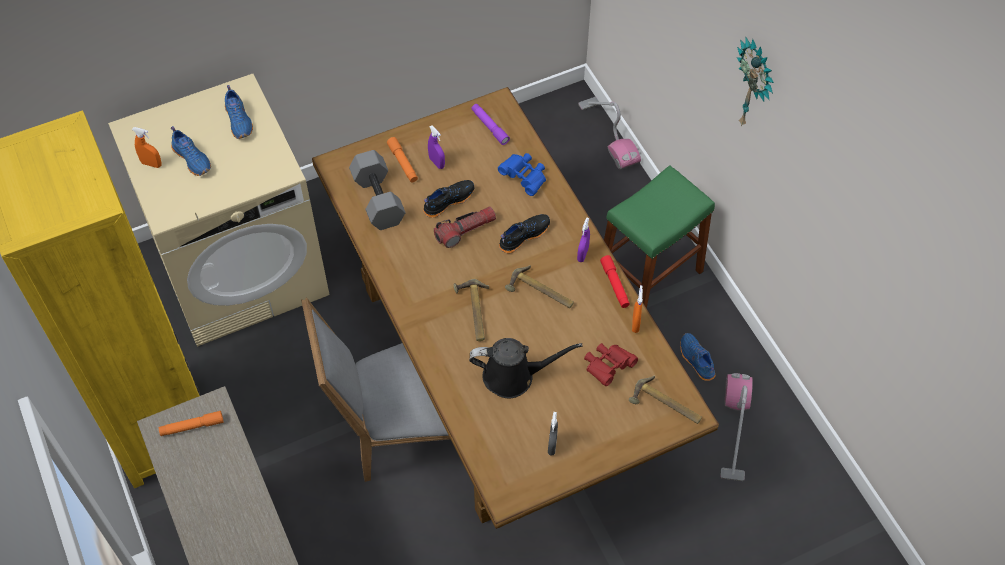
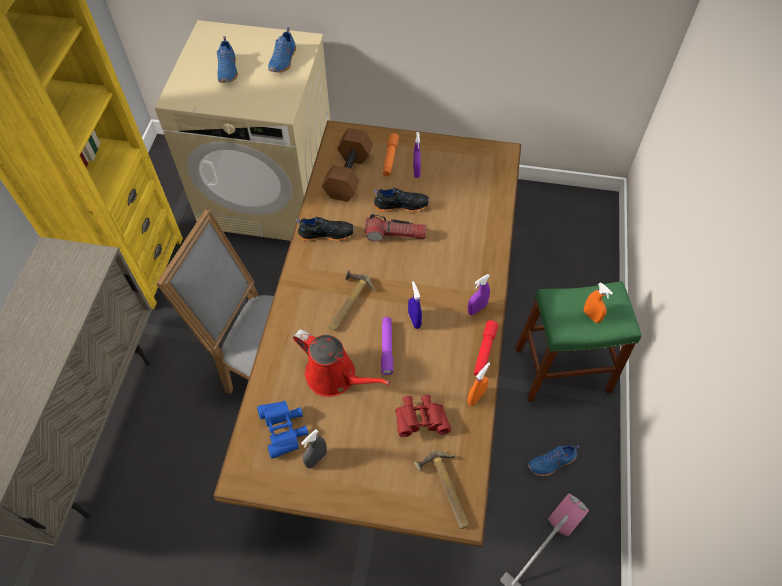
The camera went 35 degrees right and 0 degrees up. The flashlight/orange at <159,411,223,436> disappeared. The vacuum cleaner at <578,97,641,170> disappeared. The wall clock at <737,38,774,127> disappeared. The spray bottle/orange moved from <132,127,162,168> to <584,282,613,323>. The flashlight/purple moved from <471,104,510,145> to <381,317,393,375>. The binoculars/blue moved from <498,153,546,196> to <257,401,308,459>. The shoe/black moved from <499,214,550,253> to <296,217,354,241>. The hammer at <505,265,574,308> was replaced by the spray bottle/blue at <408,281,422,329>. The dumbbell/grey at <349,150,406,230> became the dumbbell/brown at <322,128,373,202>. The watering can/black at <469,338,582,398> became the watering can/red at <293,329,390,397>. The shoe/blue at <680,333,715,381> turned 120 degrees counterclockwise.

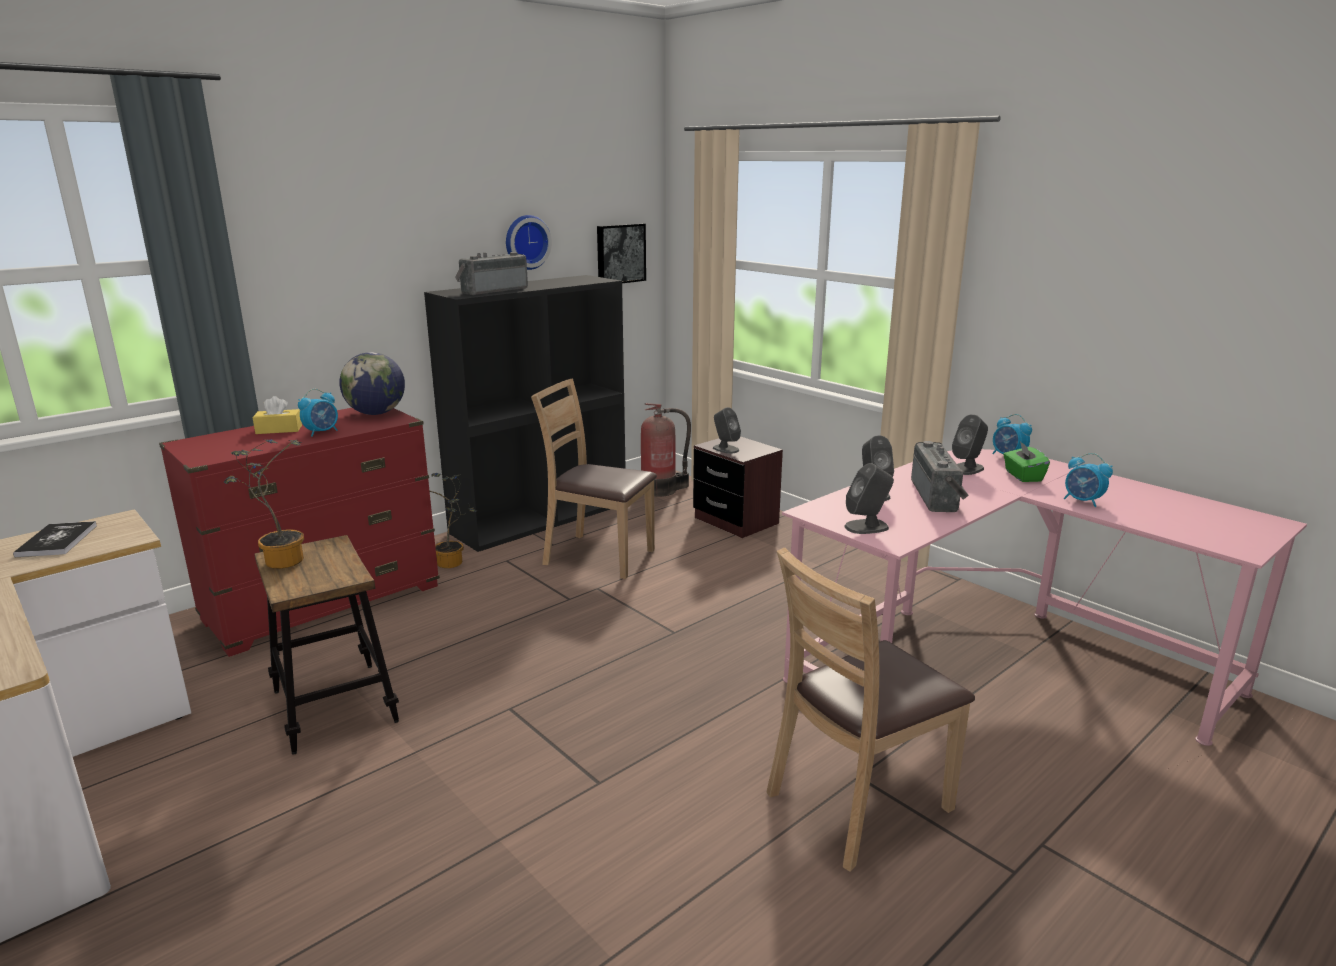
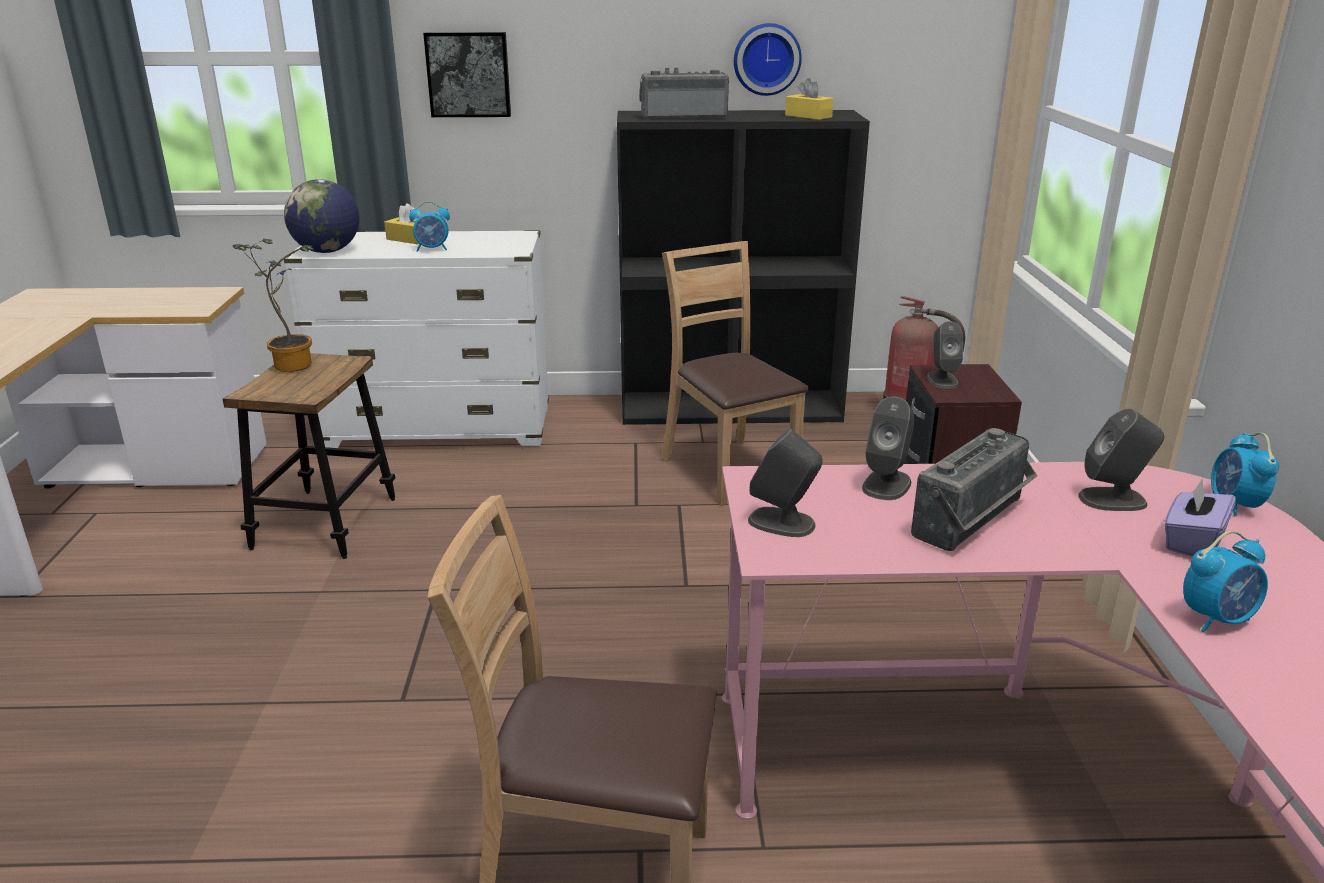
The camera went 40 degrees right and 5 degrees up. The book at <13,521,97,557> disappeared. The potted plant at <430,473,477,568> disappeared. The tissue box/yellow at <785,78,834,120> appeared. The globe moved from <339,352,405,415> to <284,179,359,253>. The picture moved from <597,223,646,283> to <423,32,511,117>. The dresser/red at <159,408,440,657> became the dresser/white at <284,230,549,448>. The tissue box/green at <1003,441,1050,482> became the tissue box/purple at <1164,479,1235,557>. The alarm clock at <1064,453,1113,507> turned 105 degrees counterclockwise.

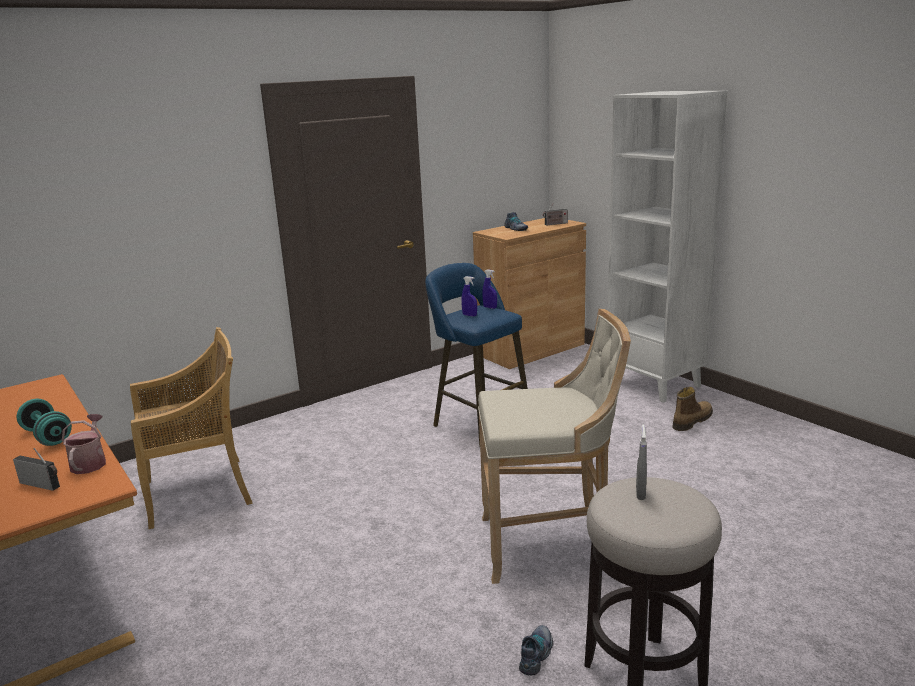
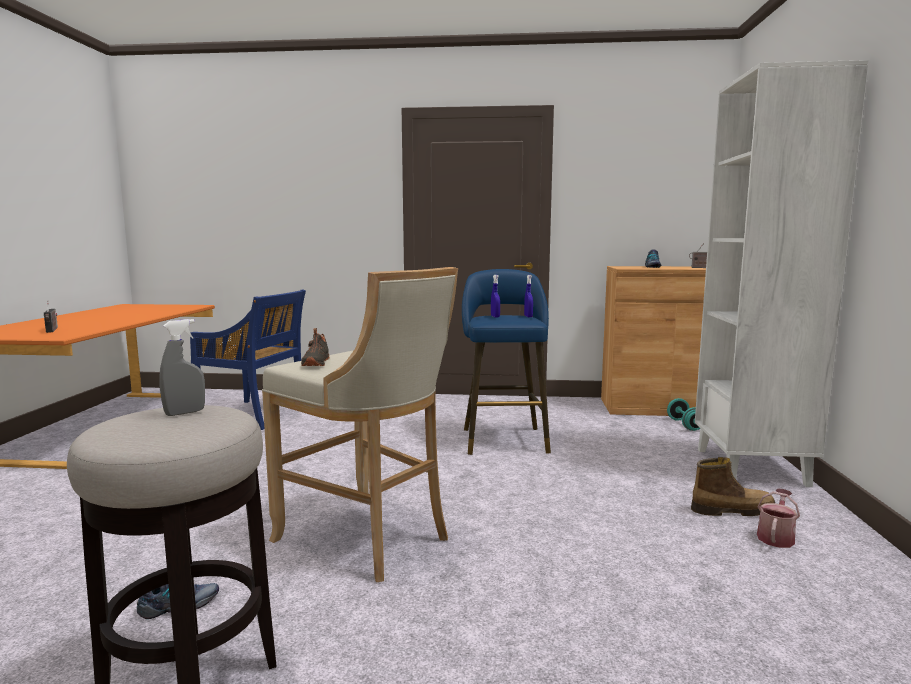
The camera went 40 degrees right and 10 degrees down. The shoe/black at <301,328,330,366> appeared. The dumbbell/turquoise moved from <17,399,72,446> to <667,398,700,431>. The watering can moved from <62,414,106,474> to <757,489,800,548>. The chair/beige at <130,327,253,529> became the chair/blue at <190,289,306,430>.

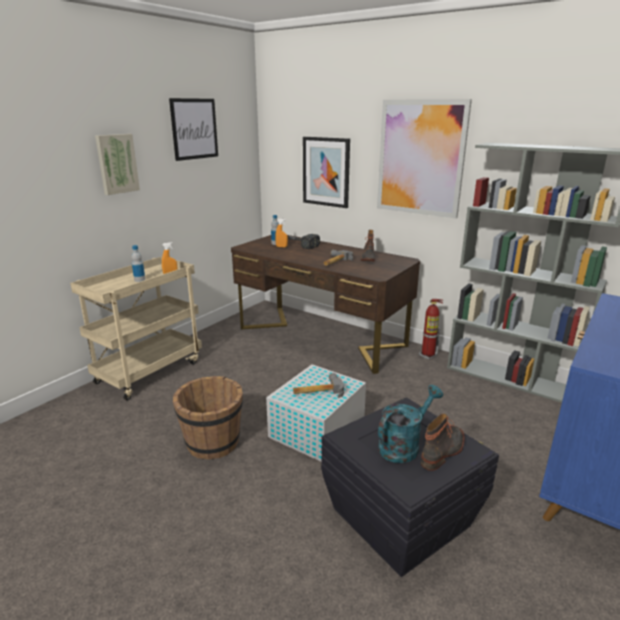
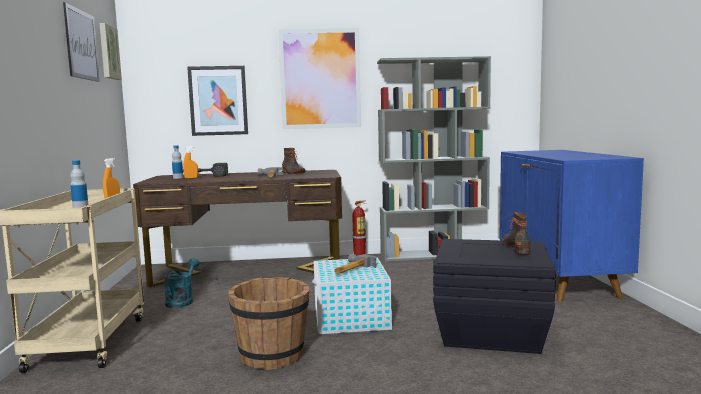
The camera went 40 degrees left and 15 degrees down. The picture moved from <95,134,140,195> to <100,23,122,80>. The watering can/turquoise moved from <378,385,443,463> to <164,258,200,308>.

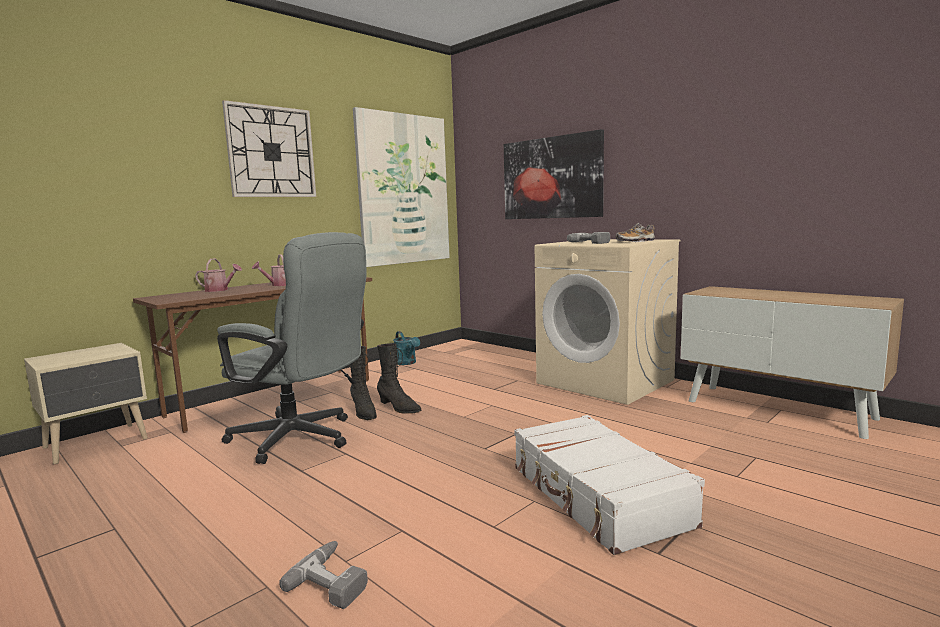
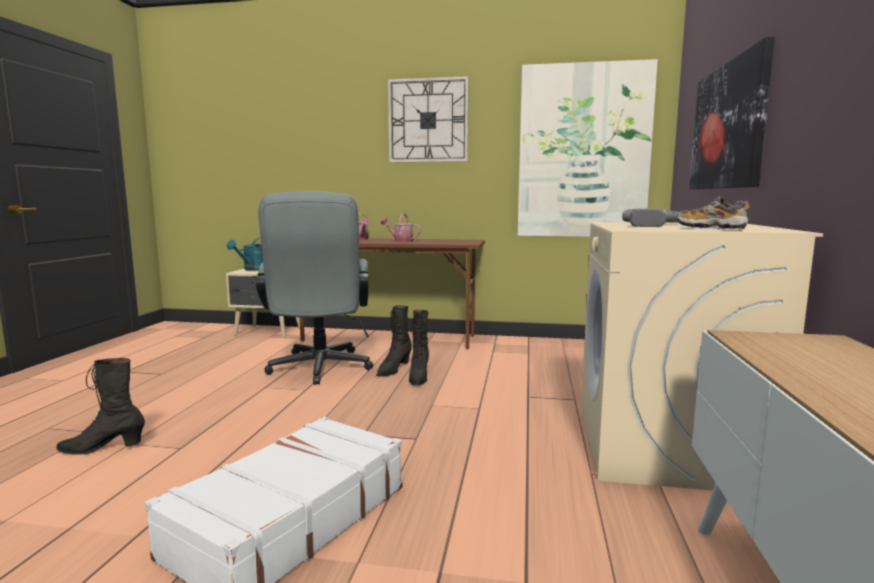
The camera went 55 degrees right and 0 degrees up. The watering can/turquoise moved from <393,331,420,365> to <227,238,263,271>. The power drill at <279,541,368,609> was replaced by the boot/black at <56,358,145,455>.

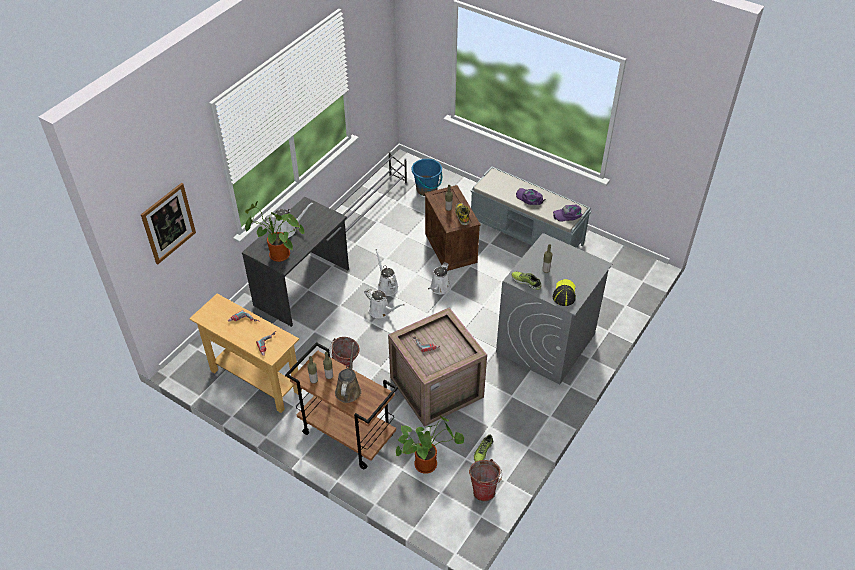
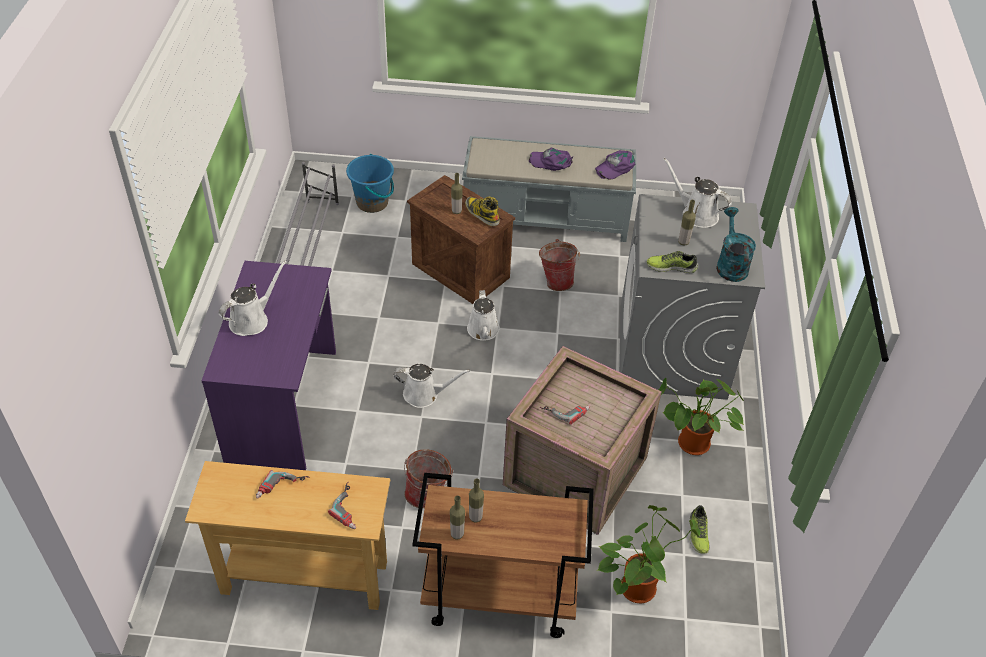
The camera went 30 degrees left and 0 degrees up. The picture at <141,183,196,264> disappeared. The watering can/brown at <335,342,361,403> disappeared. The potted plant moved from <245,201,305,262> to <659,378,744,455>. The watering can/white moved from <376,249,399,296> to <663,158,732,228>. The bucket moved from <469,459,502,501> to <539,239,580,291>. The cap at <553,279,576,306> was replaced by the watering can/turquoise at <716,207,756,282>. The desk/grey at <242,197,349,327> became the desk/purple at <201,261,336,470>.

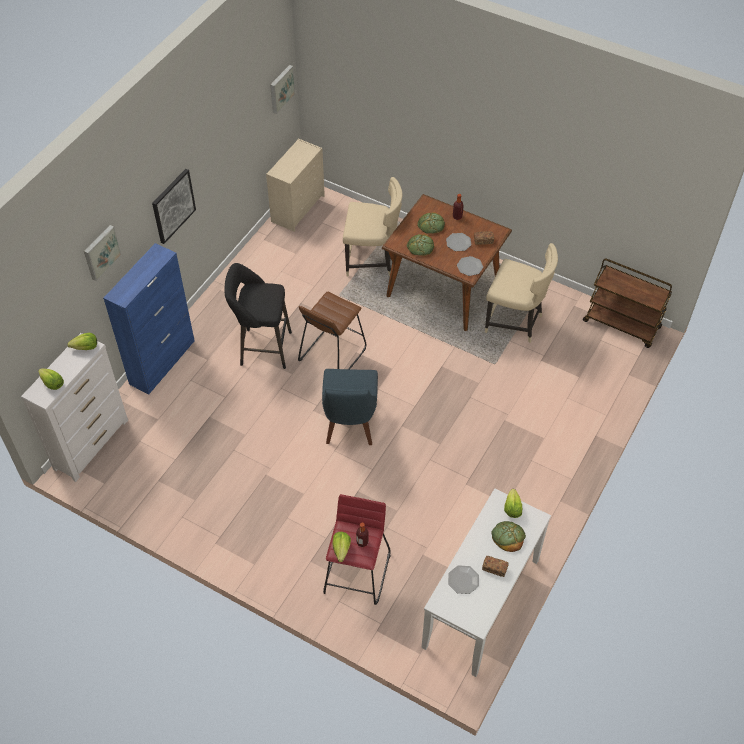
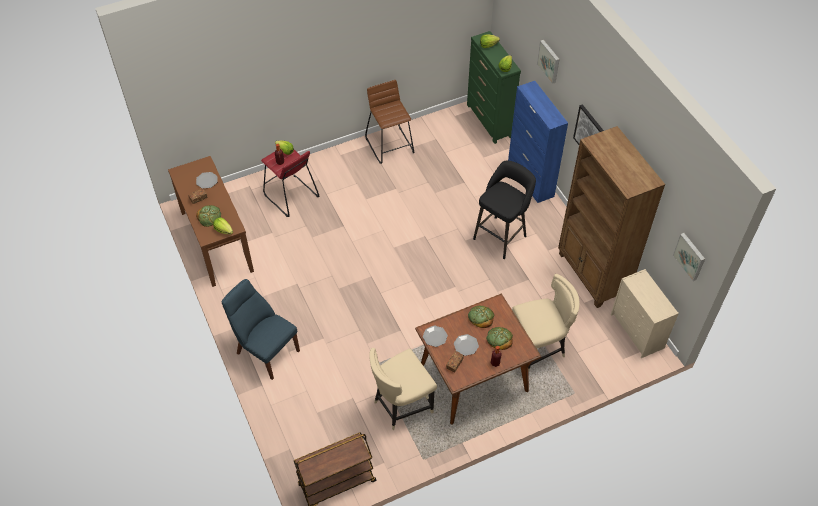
The camera went 125 degrees right and 0 degrees up. The bookcase/brown at <558,126,665,308> appeared. The stool/brown moved from <298,292,367,369> to <365,80,414,164>. The chair/blue moved from <322,369,378,445> to <222,279,300,380>. The dresser/white at <21,333,128,482> became the dresser/green at <467,31,521,144>. The console table/white at <421,489,551,677> became the console table/brown at <168,156,254,287>. The chair/beige at <343,177,403,277> turned 150 degrees counterclockwise.

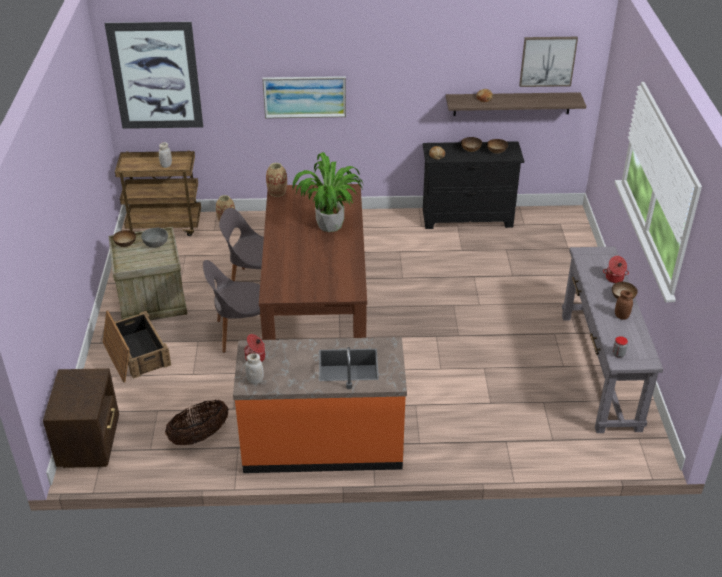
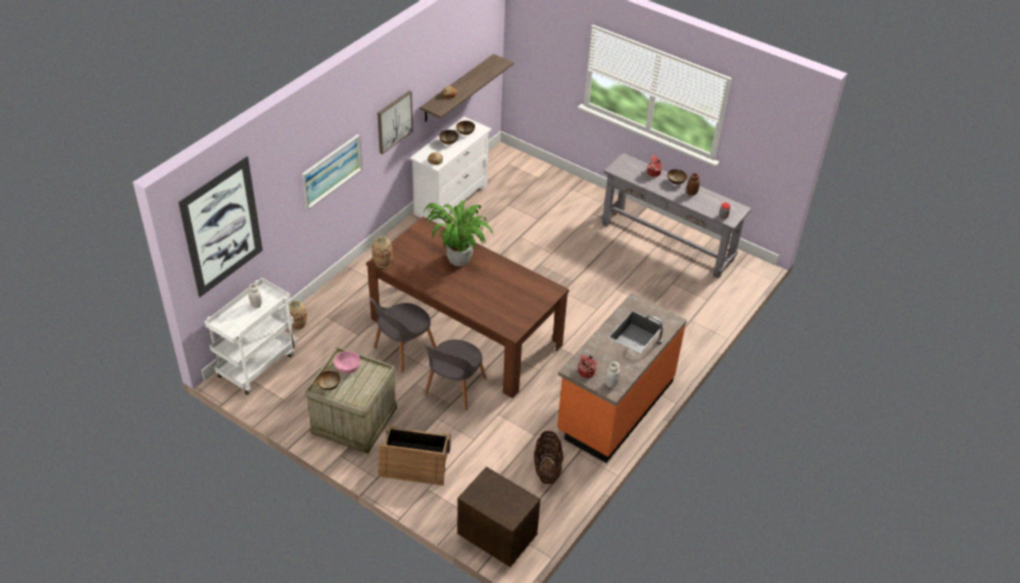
The camera went 55 degrees left and 5 degrees up. The picture moved from <519,37,578,87> to <378,91,413,154>. The cart/brown at <115,150,201,236> became the cart/white at <204,278,297,395>. The bowl/grey at <141,228,168,248> became the bowl/pink at <334,351,360,374>. The dresser/black at <423,141,524,229> became the dresser/white at <410,117,491,224>.

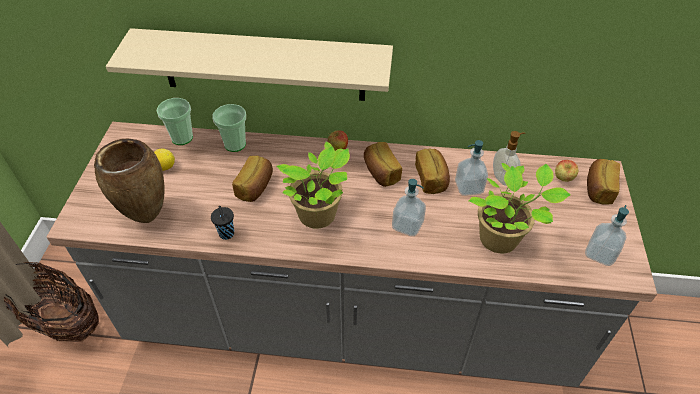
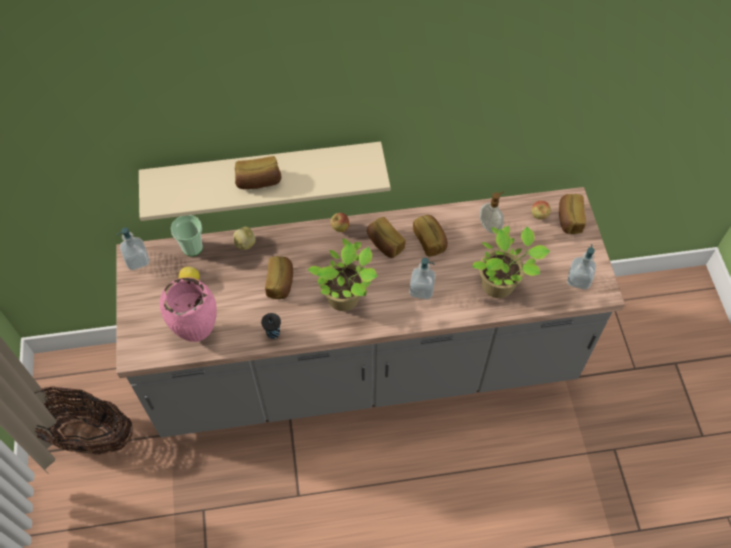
The camera went 15 degrees left and 10 degrees up. The bread at <235,156,282,189> appeared. The soap dispenser moved from <455,140,488,196> to <116,227,150,270>. The cup at <212,104,246,152> was replaced by the potato at <233,227,256,250>. The vase/brown at <94,138,165,223> became the vase/pink at <160,277,217,342>.

